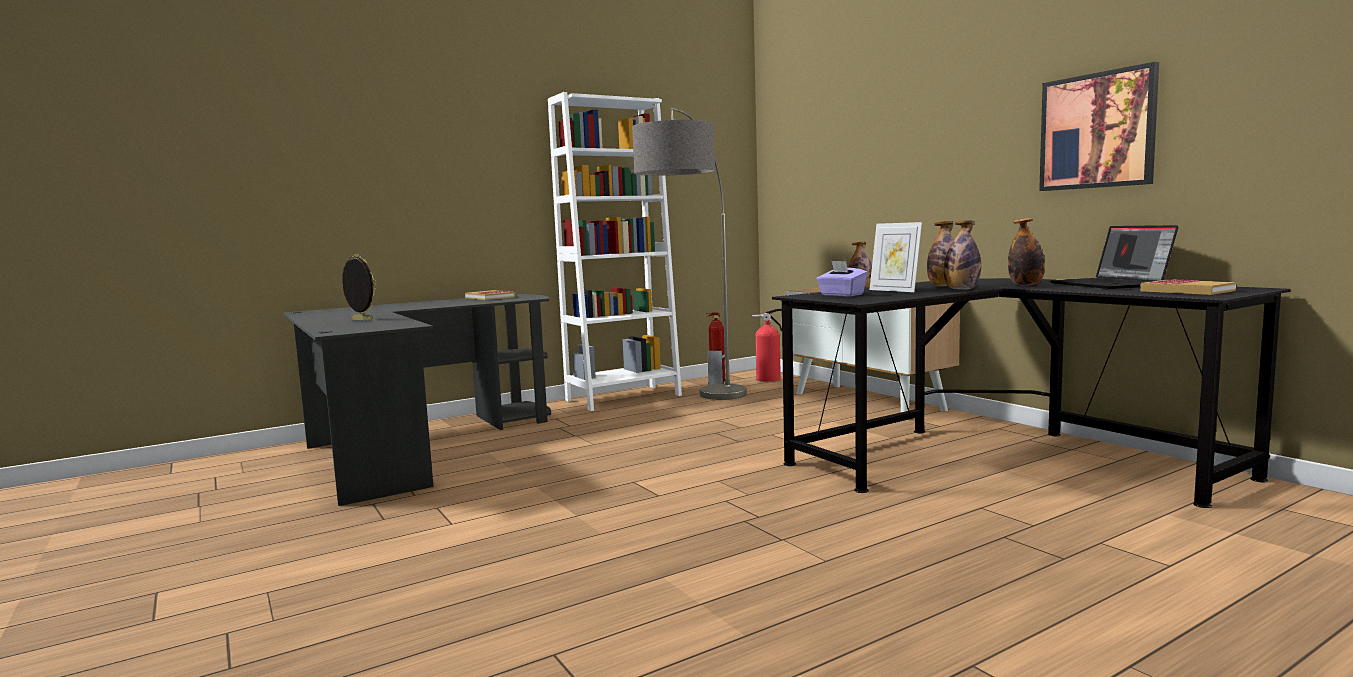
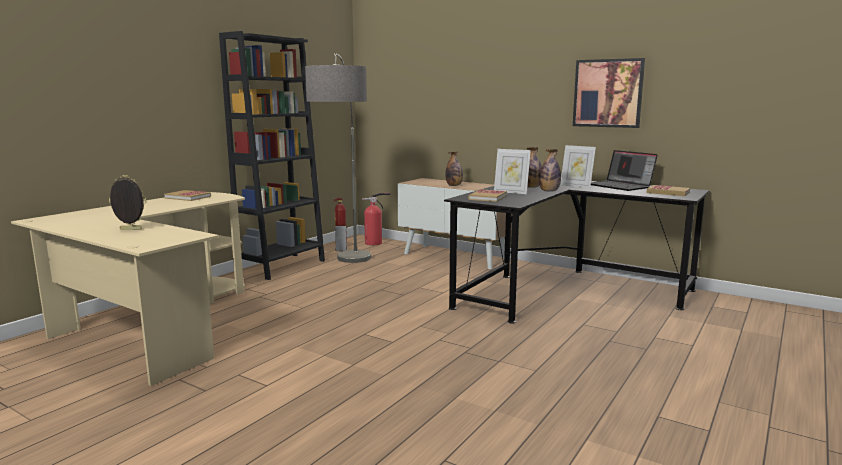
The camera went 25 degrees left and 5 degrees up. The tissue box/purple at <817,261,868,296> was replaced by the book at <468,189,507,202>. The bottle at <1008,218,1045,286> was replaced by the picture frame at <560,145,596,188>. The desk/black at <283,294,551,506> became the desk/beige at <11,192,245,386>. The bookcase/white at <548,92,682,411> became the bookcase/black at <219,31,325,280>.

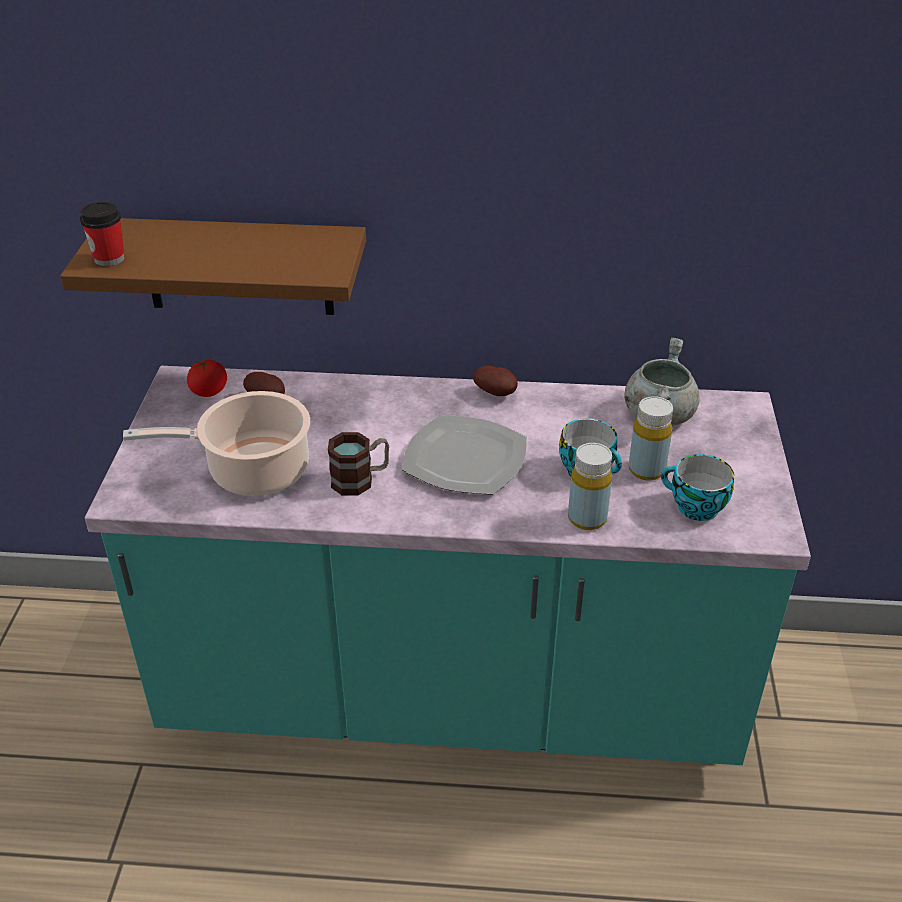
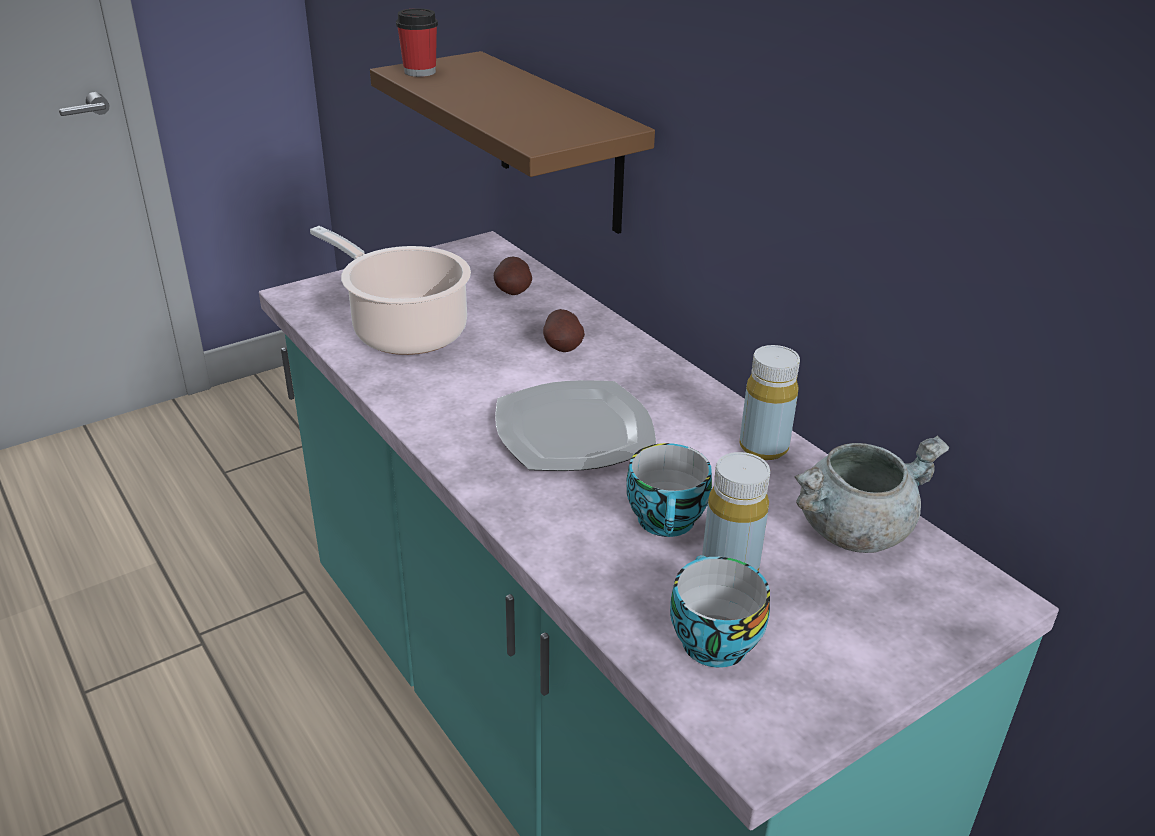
The camera went 50 degrees right and 5 degrees down. The tomato at <187,360,227,397> disappeared. The mug at <328,432,389,495> disappeared. The potato moved from <473,366,518,396> to <543,309,585,352>. The bottle/yellow moved from <568,443,612,530> to <740,345,800,460>.

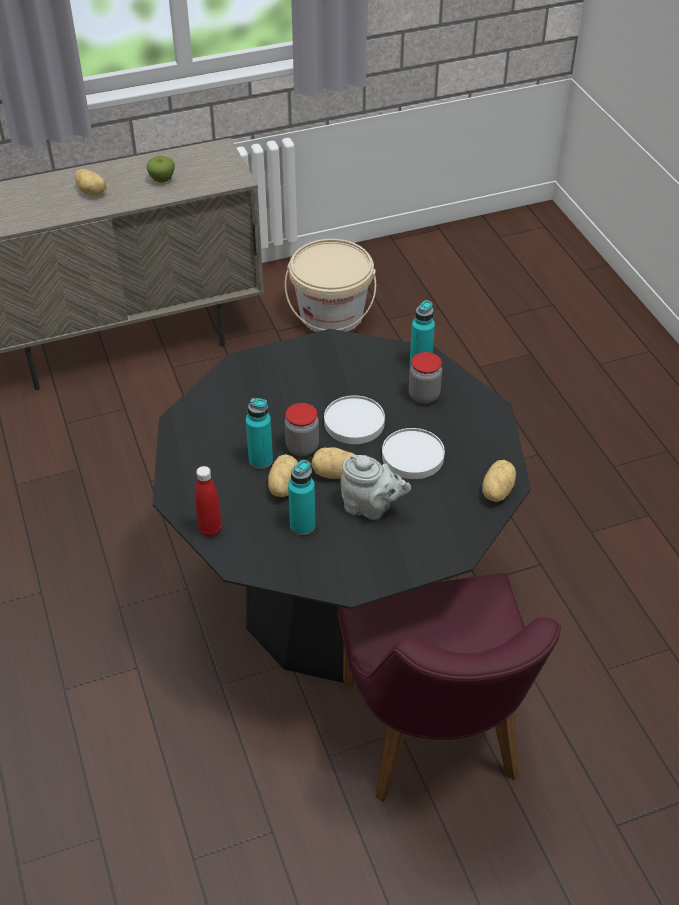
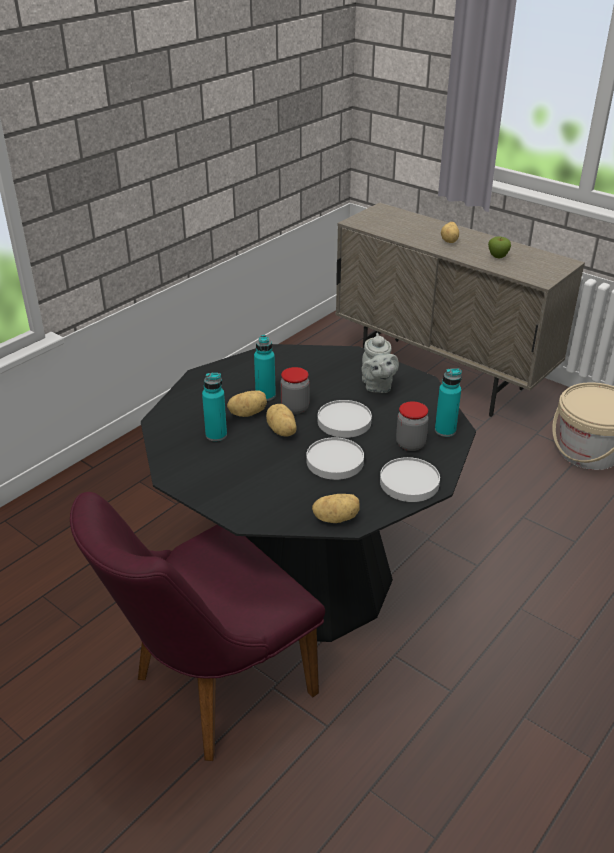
The camera went 60 degrees right and 10 degrees down. The bottle/red at <195,466,222,537> disappeared. The plate/white at <380,457,440,502> appeared. The teapot/grey moved from <340,455,411,520> to <361,333,399,393>.

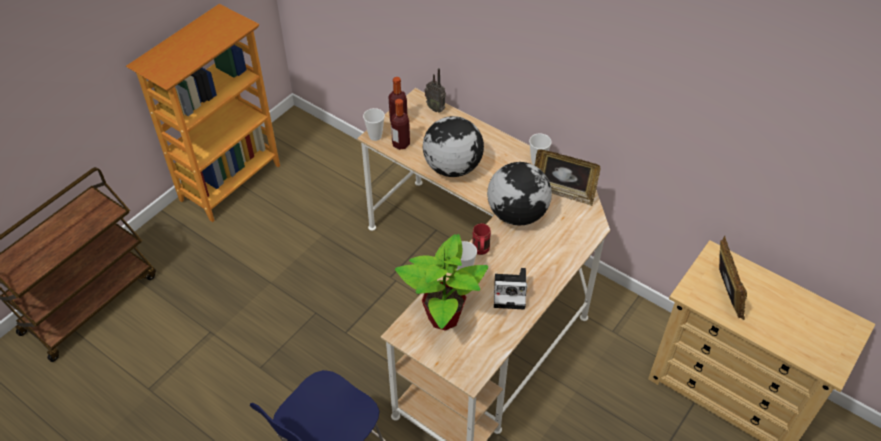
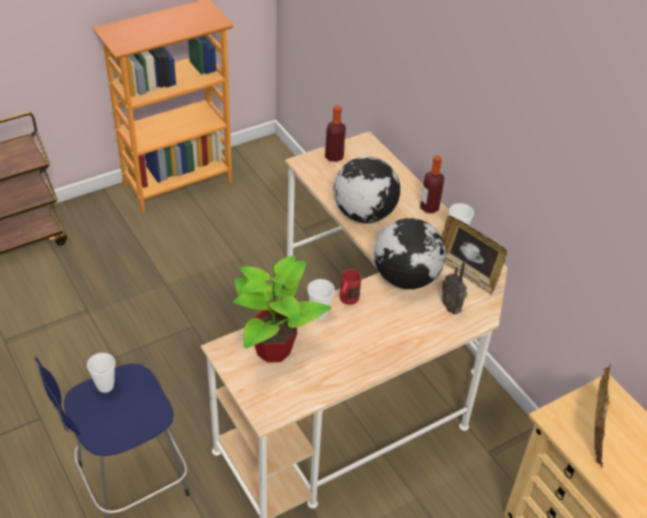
The camera went 20 degrees right and 5 degrees down. The photo camera at <494,268,527,310> disappeared. The cup moved from <363,108,385,141> to <87,353,115,393>. The bottle moved from <391,99,410,150> to <420,155,444,214>. The radio moved from <424,68,446,112> to <441,262,468,314>.

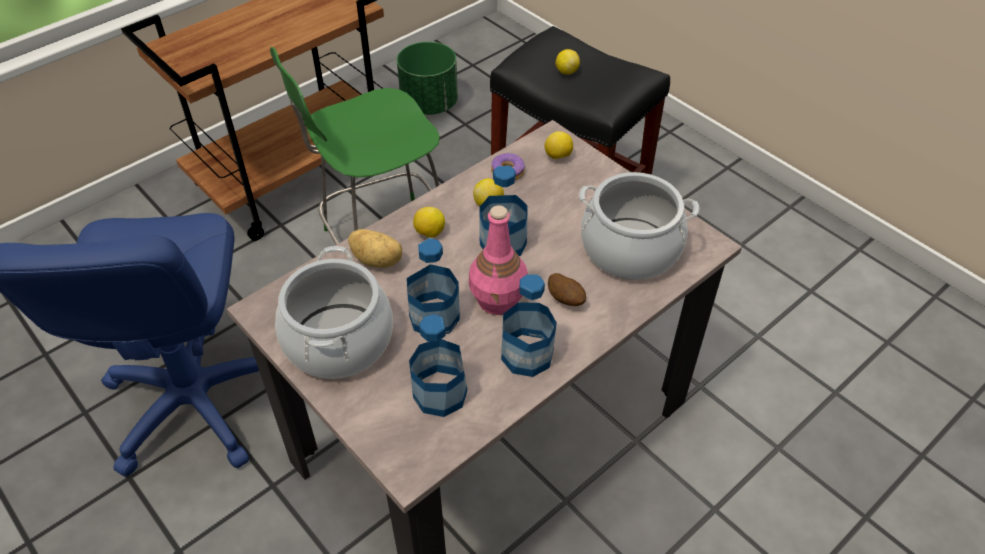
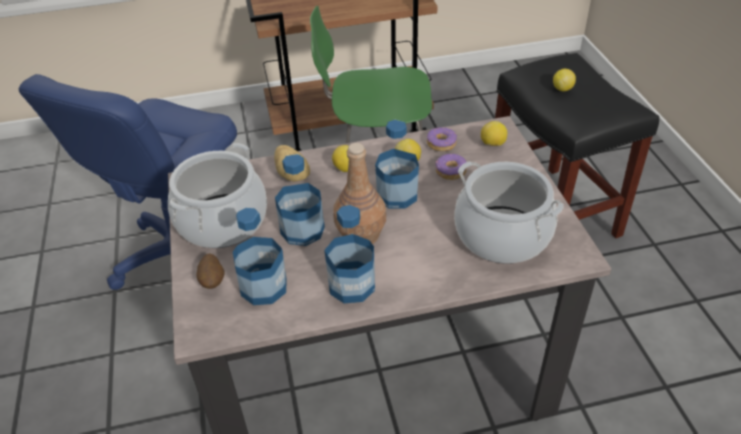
The camera went 30 degrees right and 5 degrees down. The planter/green at <397,42,458,115> disappeared. The donut at <436,154,467,180> appeared. The potato moved from <548,273,586,306> to <196,253,225,289>. The bottle/pink at <469,205,528,315> became the bottle/brown at <333,143,386,244>.

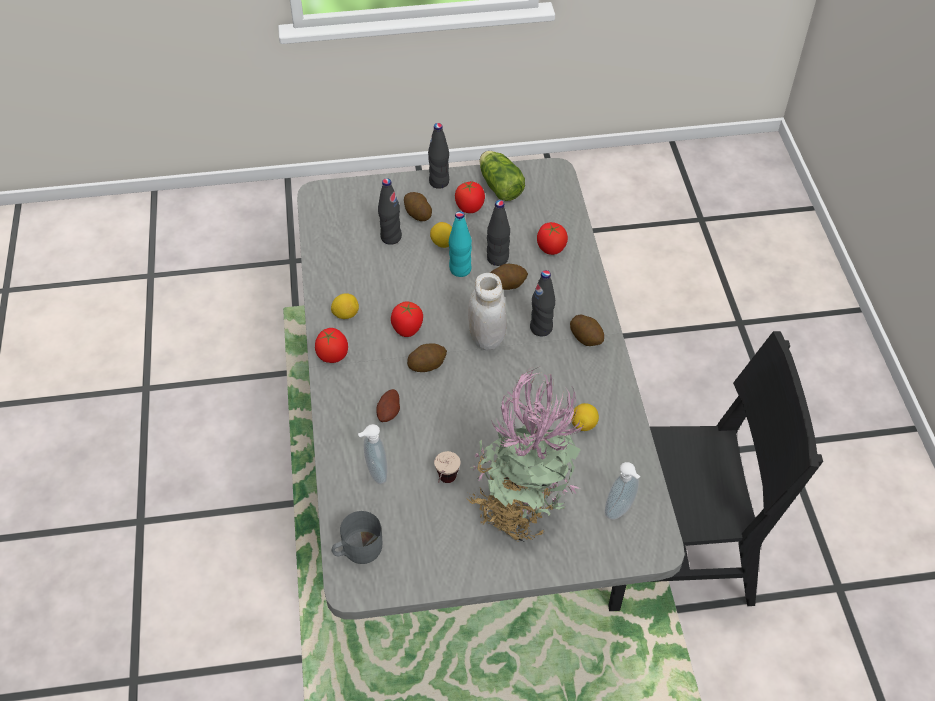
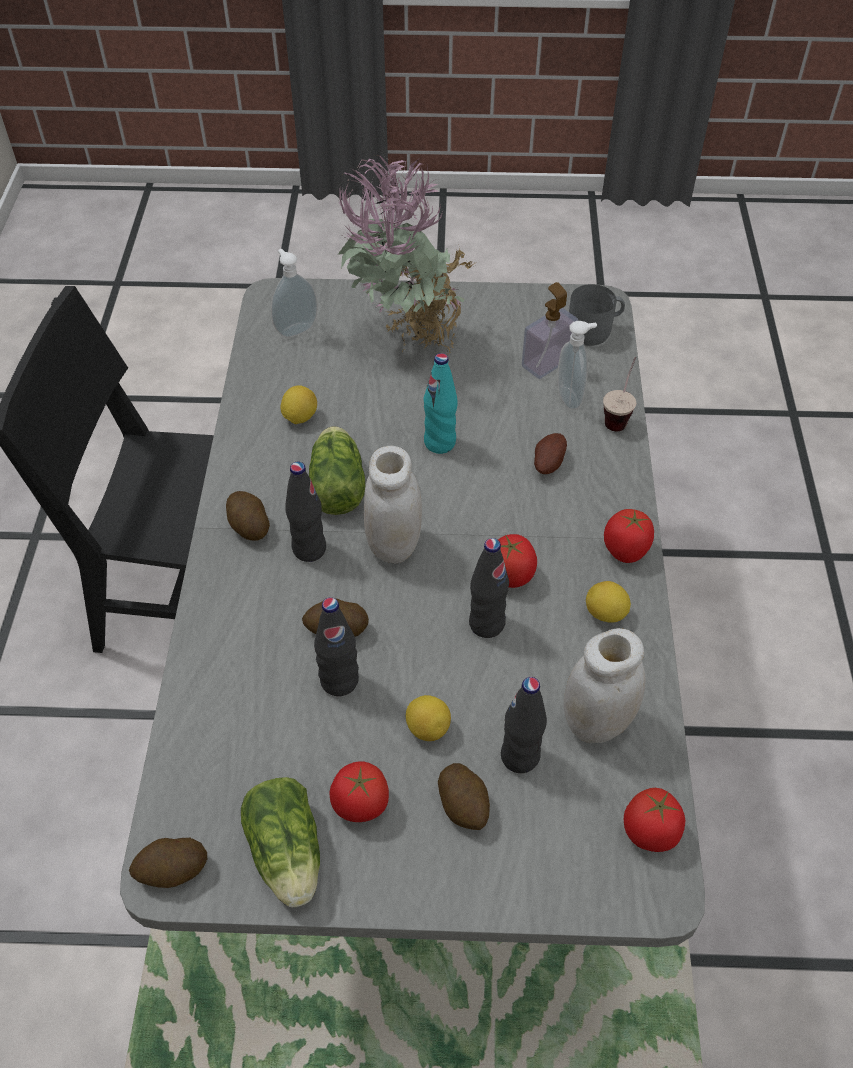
The camera went 170 degrees left and 0 degrees up. The lettuce at <309,426,365,515> appeared. The soap dispenser at <522,282,578,379> appeared. The jar/white at <564,628,645,743> appeared. The potato moved from <407,343,447,372> to <129,838,207,888>. The bottle/black moved from <428,123,449,189> to <469,538,509,638>. The cup moved from <434,451,460,483> to <603,357,636,431>. The bottle/turquoise moved from <449,211,472,277> to <423,353,458,454>. The tomato moved from <537,222,568,255> to <624,788,685,852>.

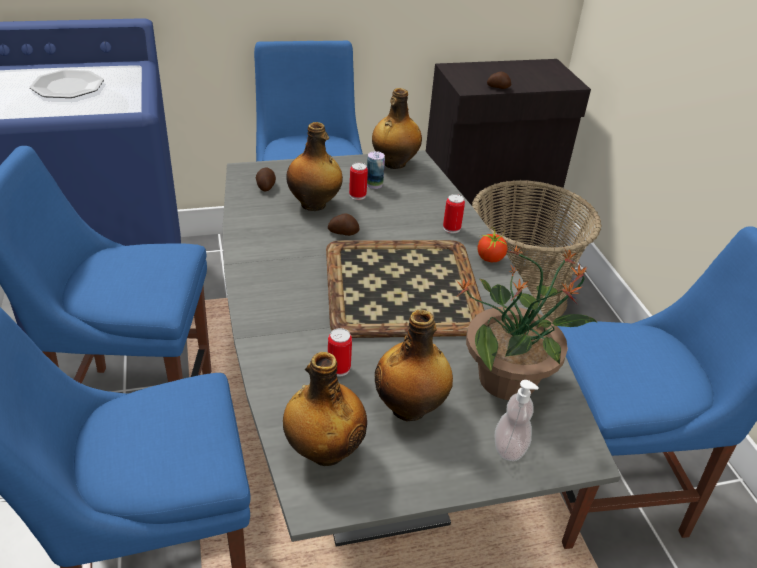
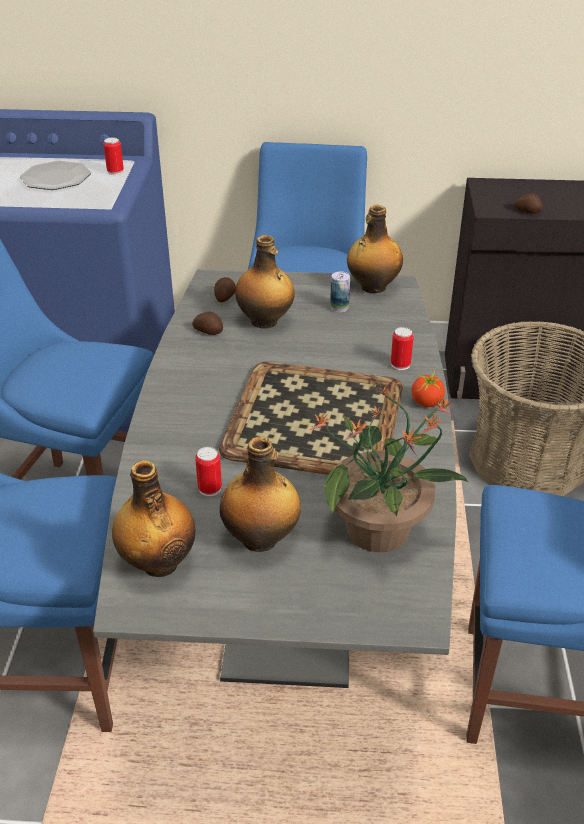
The camera went 20 degrees right and 0 degrees up. The soap dispenser at <495,380,539,461> disappeared. The potato moved from <328,213,359,236> to <192,311,223,335>. The can moved from <349,162,368,200> to <103,138,124,175>.

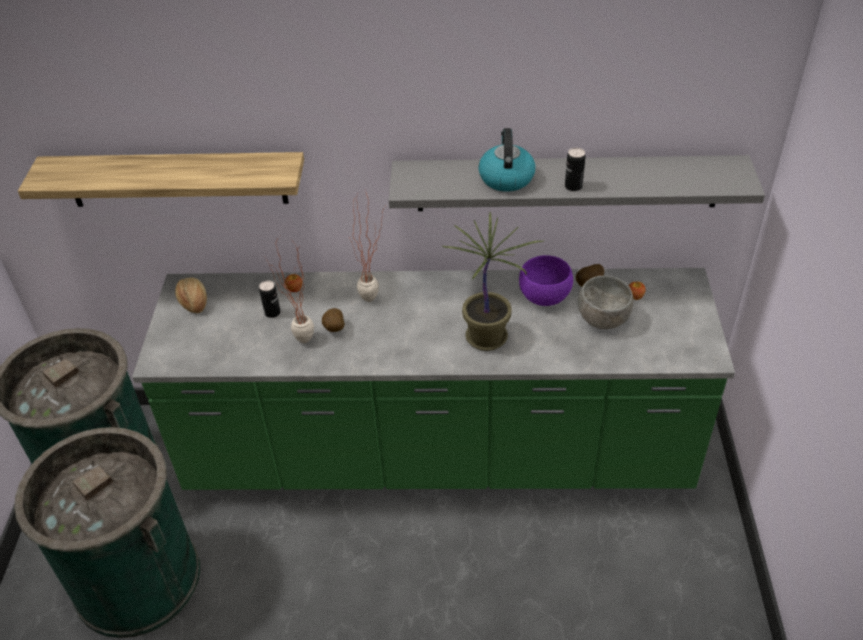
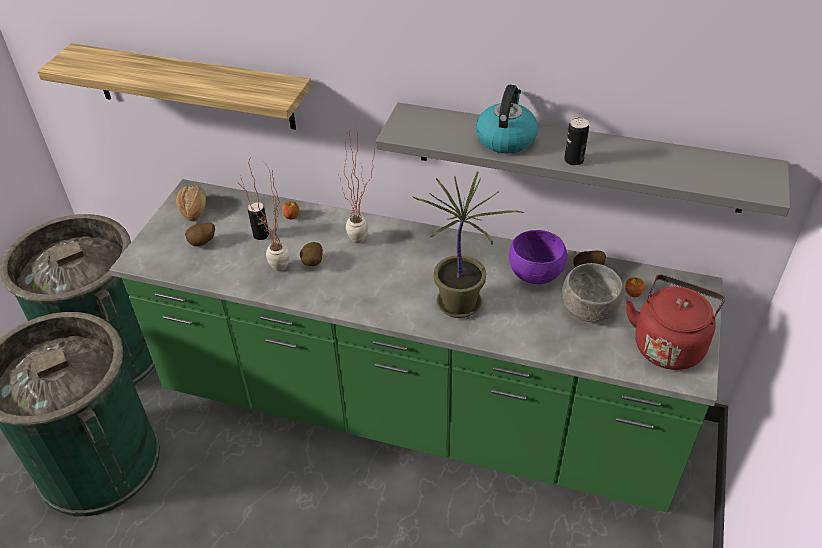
The camera went 15 degrees right and 0 degrees up. The potato at <185,223,215,246> appeared. The kettle/red at <626,275,725,370> appeared.

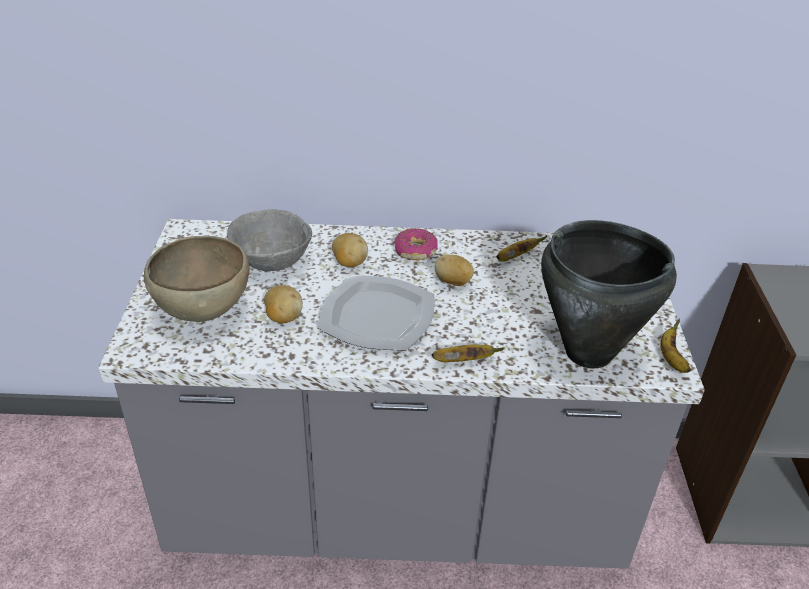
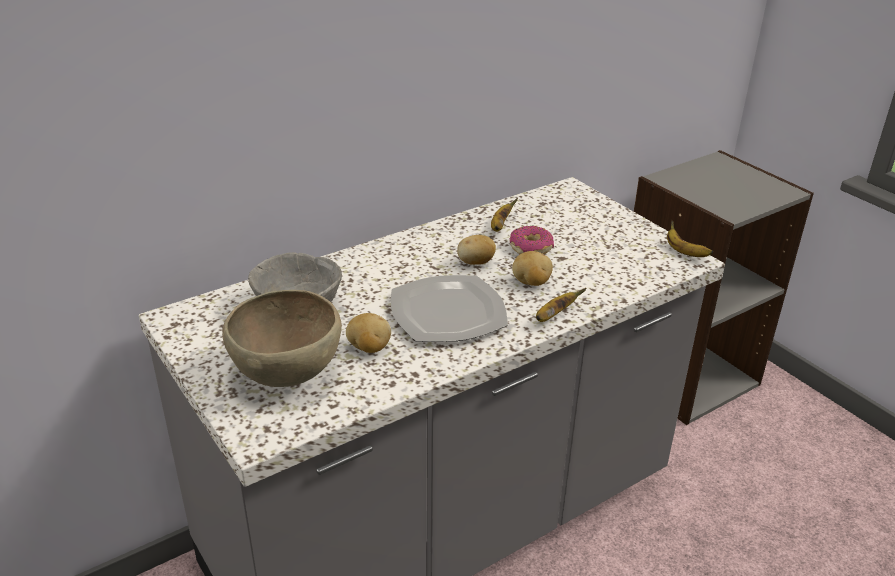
The camera went 35 degrees left and 5 degrees down. The cooking pot/black at <541,220,677,368> disappeared. The potato moved from <332,233,368,267> to <512,251,553,286>. The donut moved from <394,228,438,260> to <510,226,554,254>.

